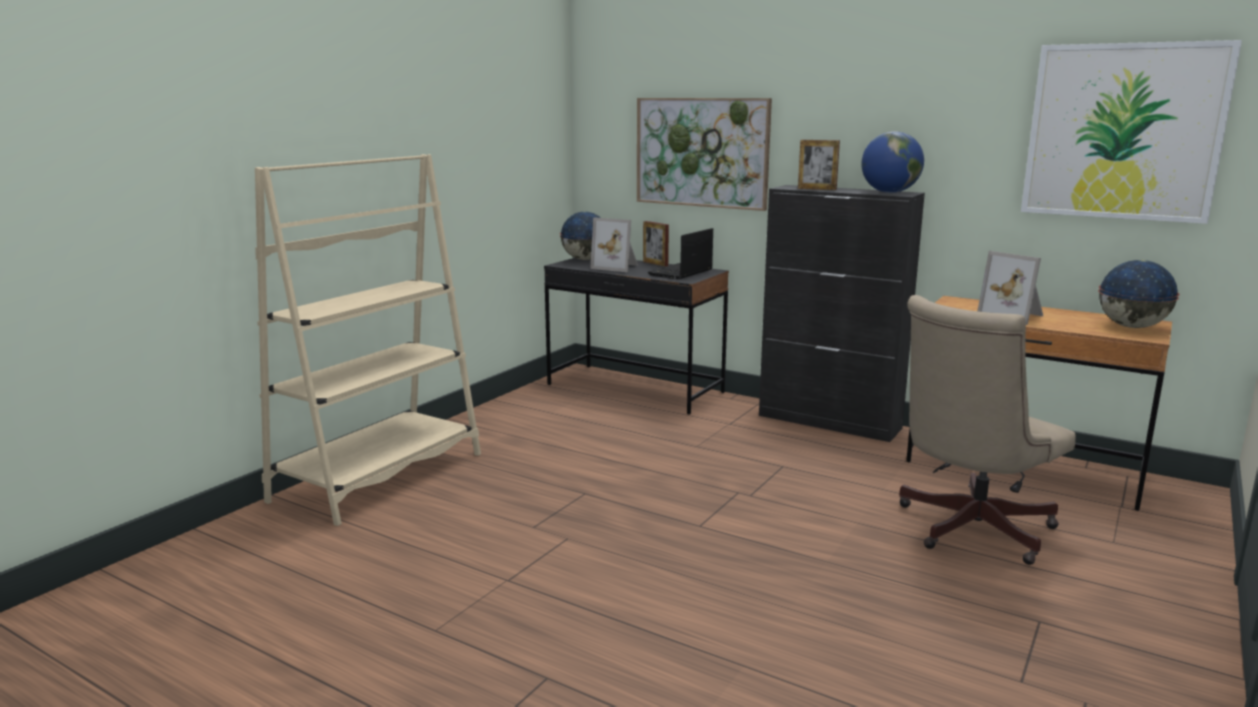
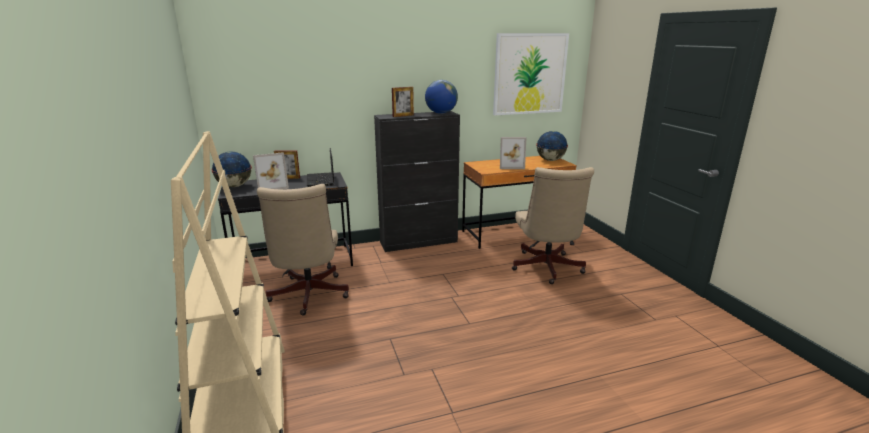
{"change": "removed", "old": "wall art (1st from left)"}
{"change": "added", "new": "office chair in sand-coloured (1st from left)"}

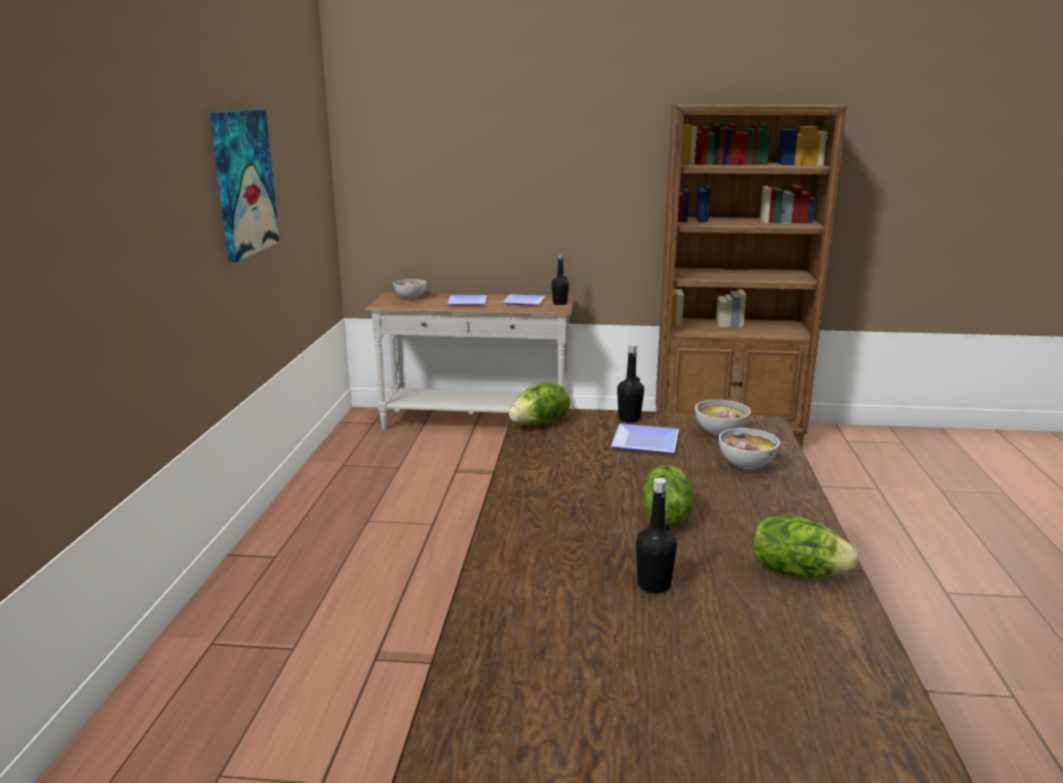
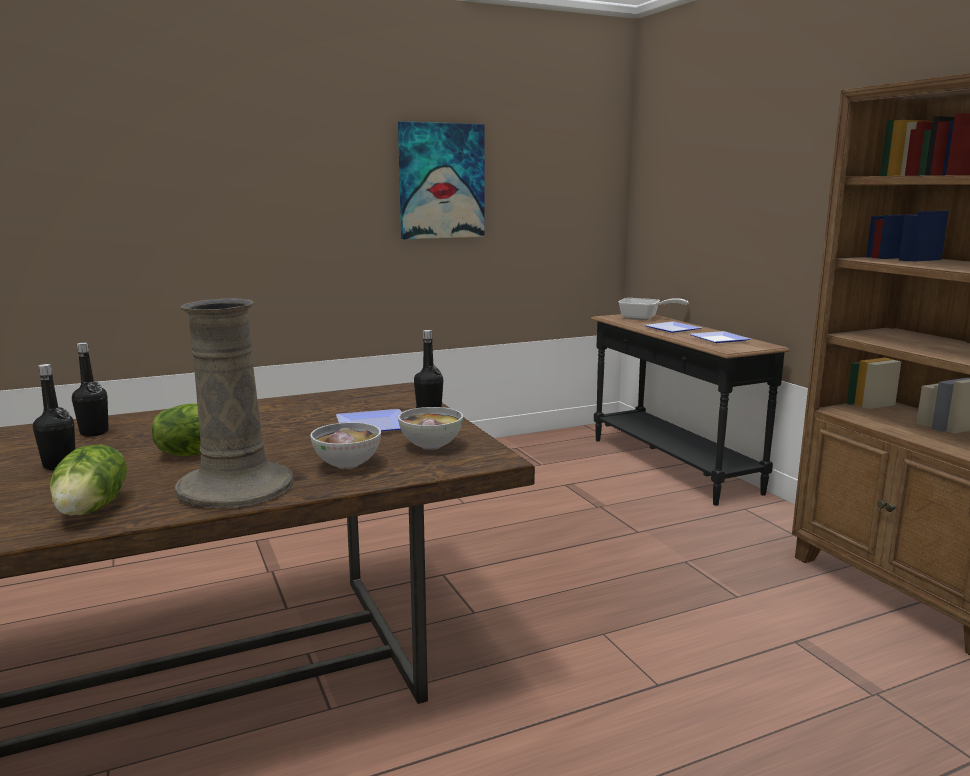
{"change": "recoloured", "old": "console table in white-coloured", "new": "console table in blackish"}
{"change": "replaced", "old": "bowl (1st from left)", "new": "frying pan"}
{"change": "removed", "old": "head of lettuce (1st from left)"}
{"change": "moved", "old": "drink bottle in blackish (1st from left in the first image)", "new": "drink bottle in blackish (2nd from left)"}
{"change": "added", "new": "vase in sand-coloured"}

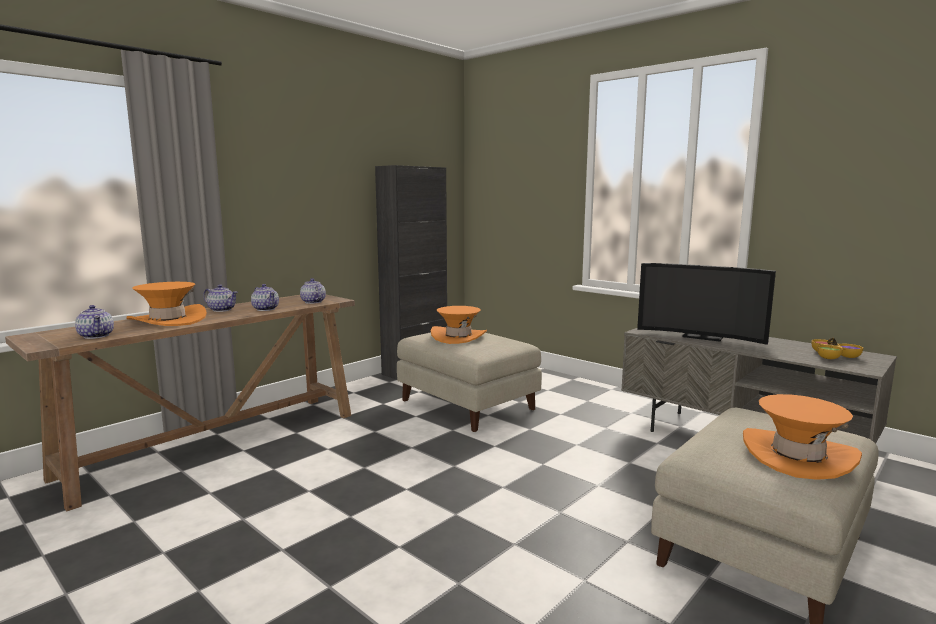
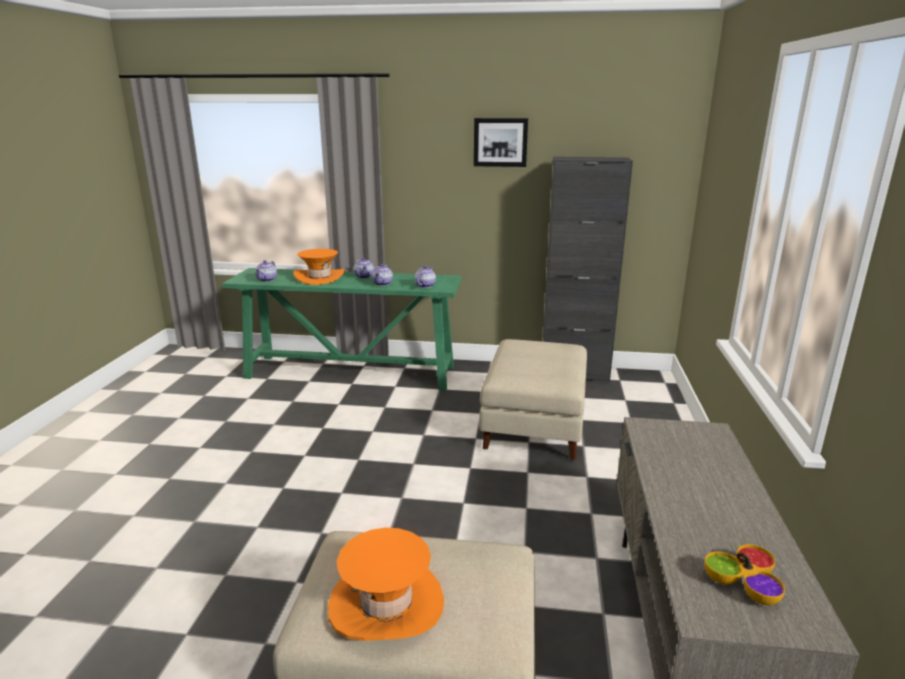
{"change": "recoloured", "old": "console table in brown", "new": "console table in greenish"}
{"change": "removed", "old": "clothing hat in orange (2nd from left)"}
{"change": "removed", "old": "TV set"}
{"change": "added", "new": "wall art"}

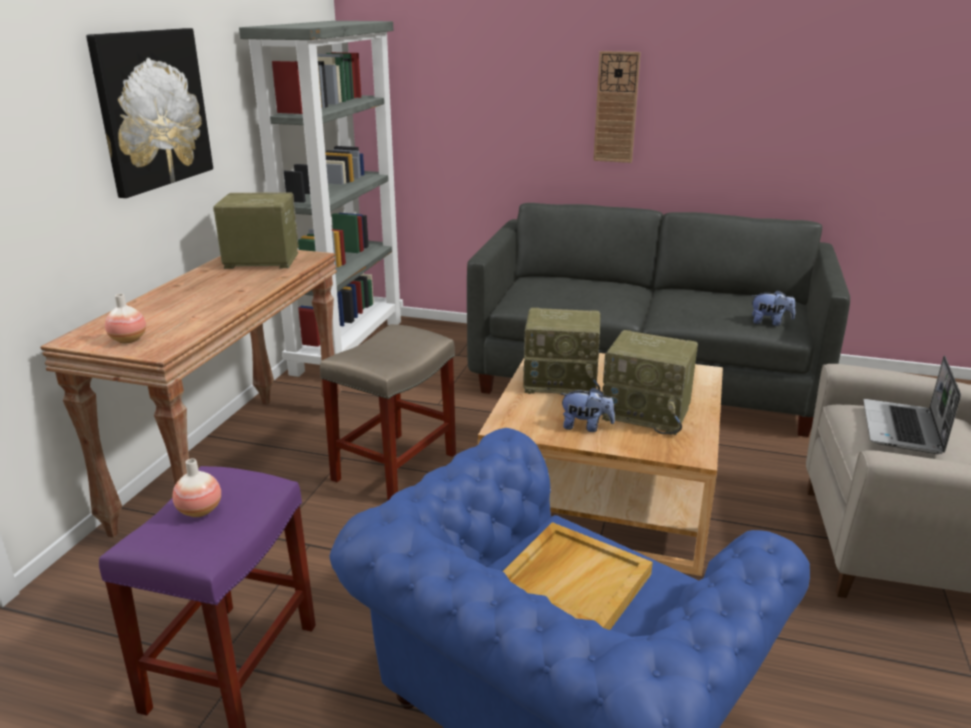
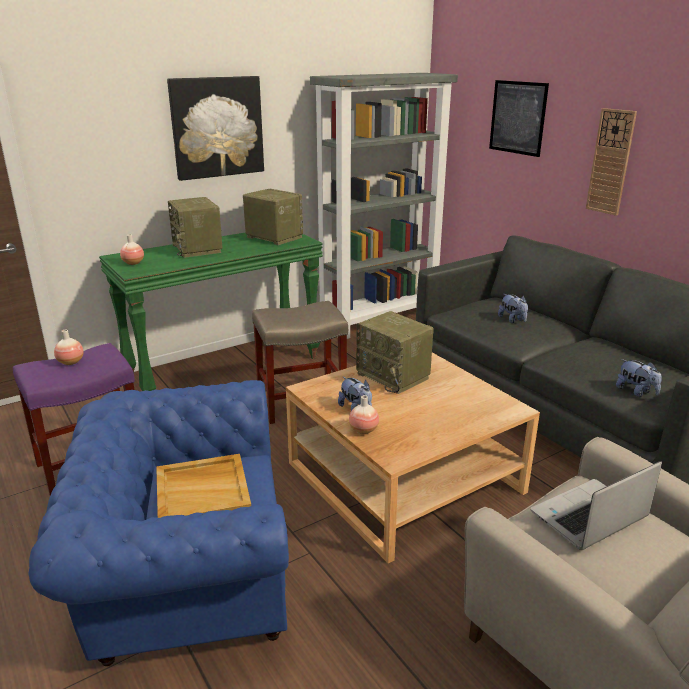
{"change": "recoloured", "old": "console table in brown", "new": "console table in greenish"}
{"change": "moved", "old": "radio receiver (3rd from left in the first image)", "new": "radio receiver (1st from left)"}
{"change": "added", "new": "vase (3rd from left)"}
{"change": "added", "new": "wall art (2nd from left)"}
{"change": "added", "new": "plush toy (2nd from left)"}

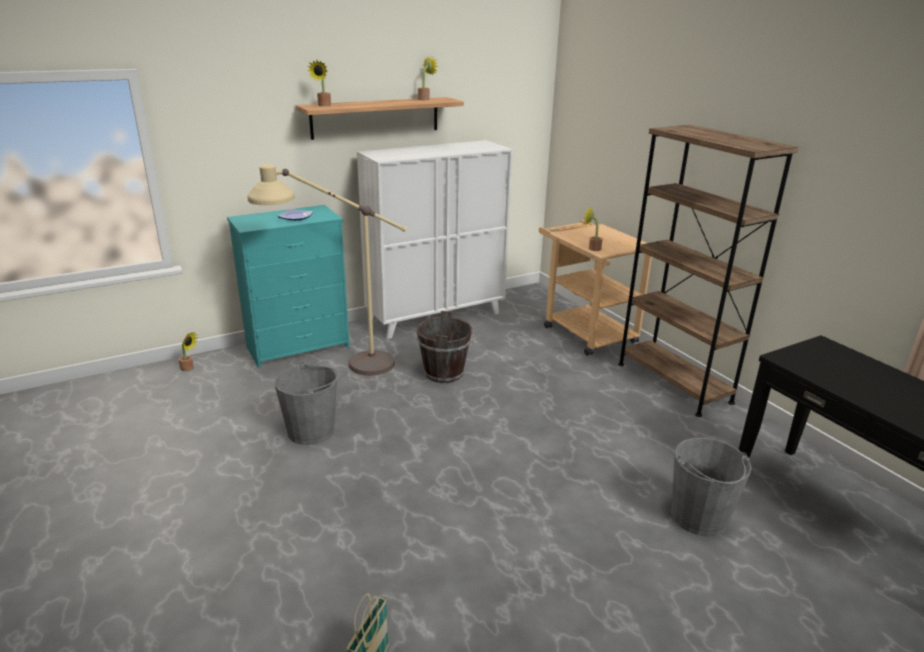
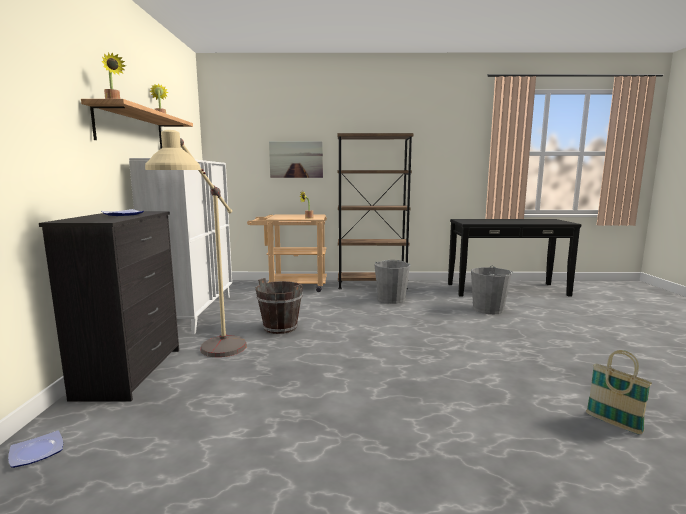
{"change": "replaced", "old": "plant in a pot (1st from left)", "new": "dinner plate (1st from left)"}
{"change": "recoloured", "old": "dresser in blue-green", "new": "dresser in blackish"}
{"change": "moved", "old": "pail in gray (1st from left)"}
{"change": "added", "new": "wall art"}

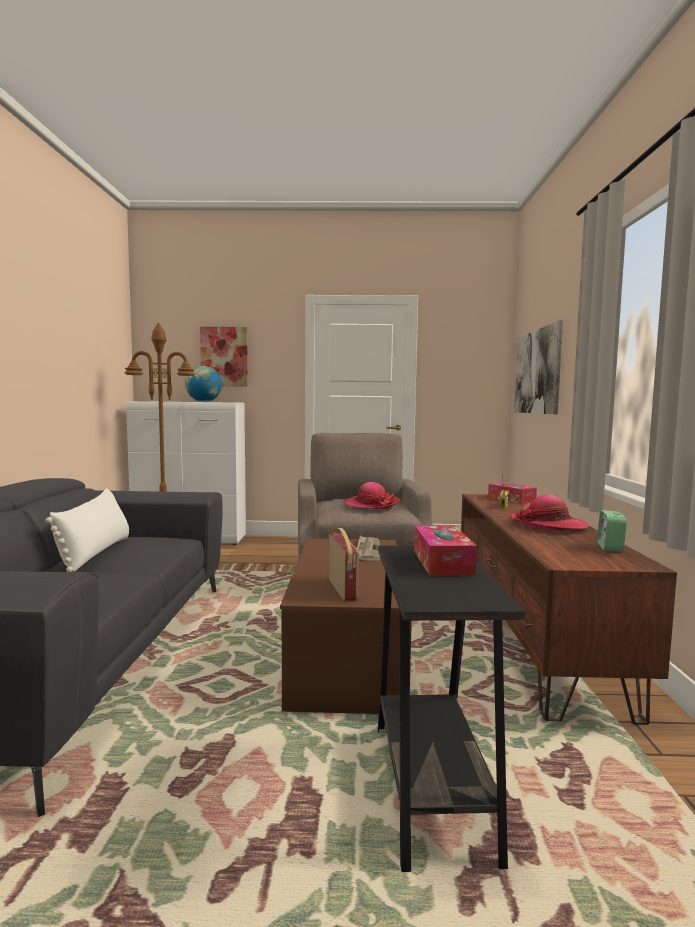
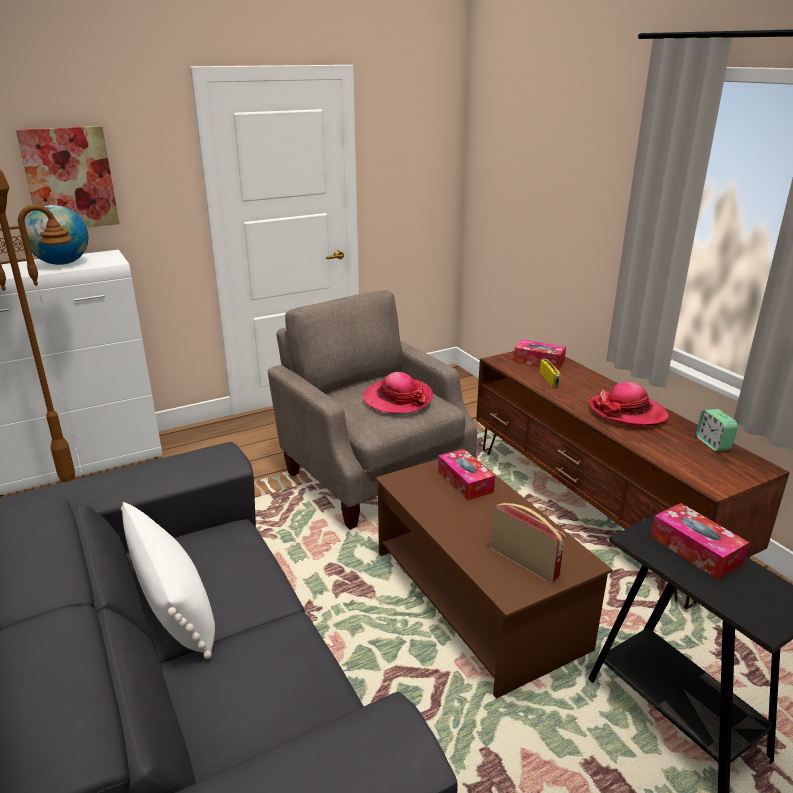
{"change": "replaced", "old": "printed paper", "new": "tissue holder (1st from left)"}
{"change": "removed", "old": "wall art (2nd from left)"}

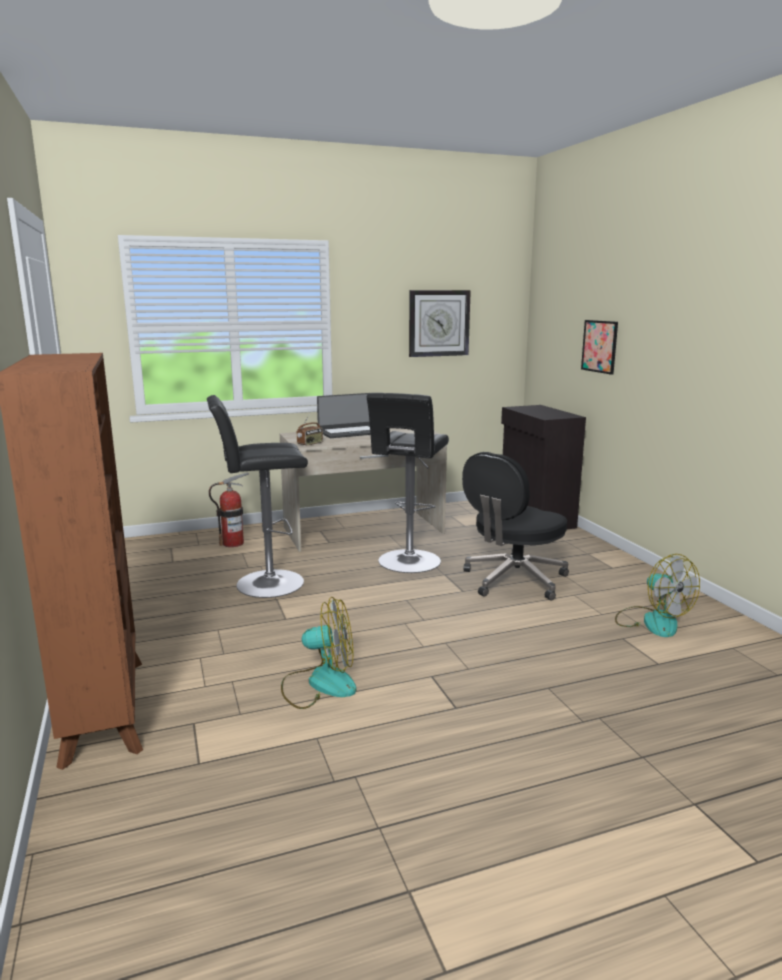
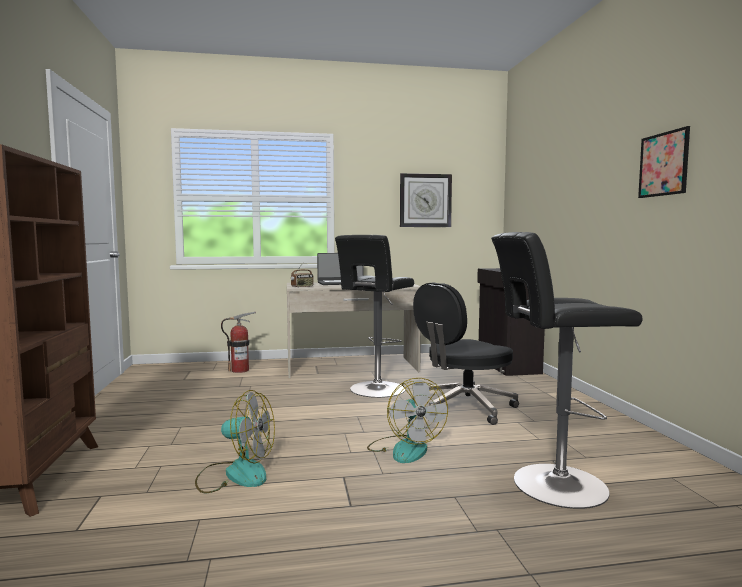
{"change": "moved", "old": "stool seat in blackish (1st from left in the first image)", "new": "stool seat in blackish (2nd from left)"}
{"change": "moved", "old": "wall art"}
{"change": "moved", "old": "fan (2nd from left)"}

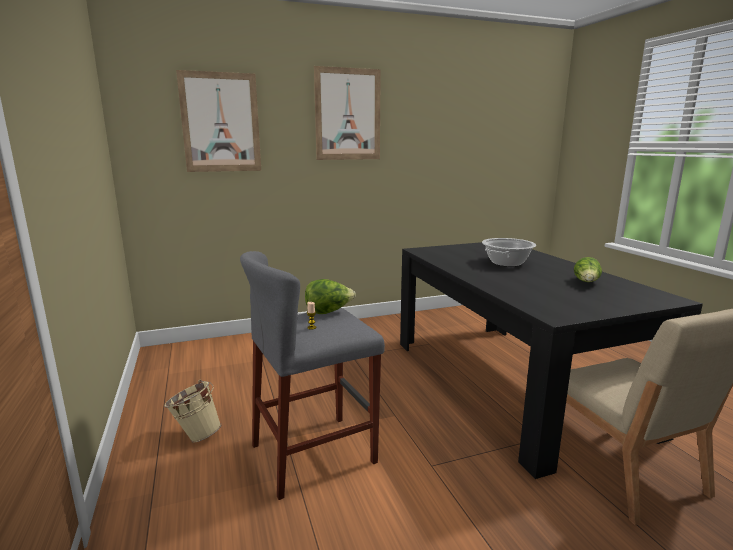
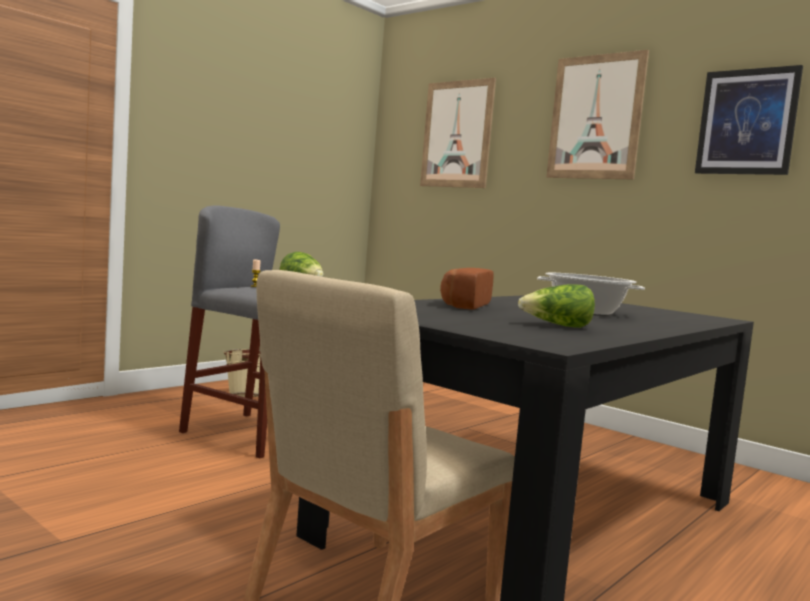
{"change": "added", "new": "baked bread"}
{"change": "added", "new": "wall art (3rd from left)"}

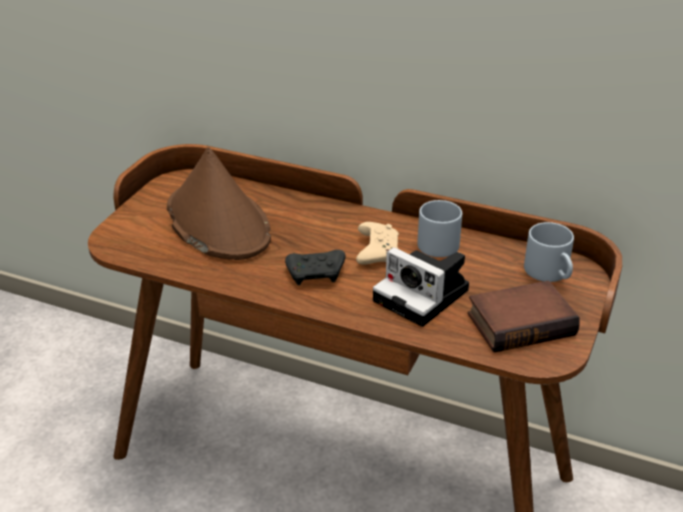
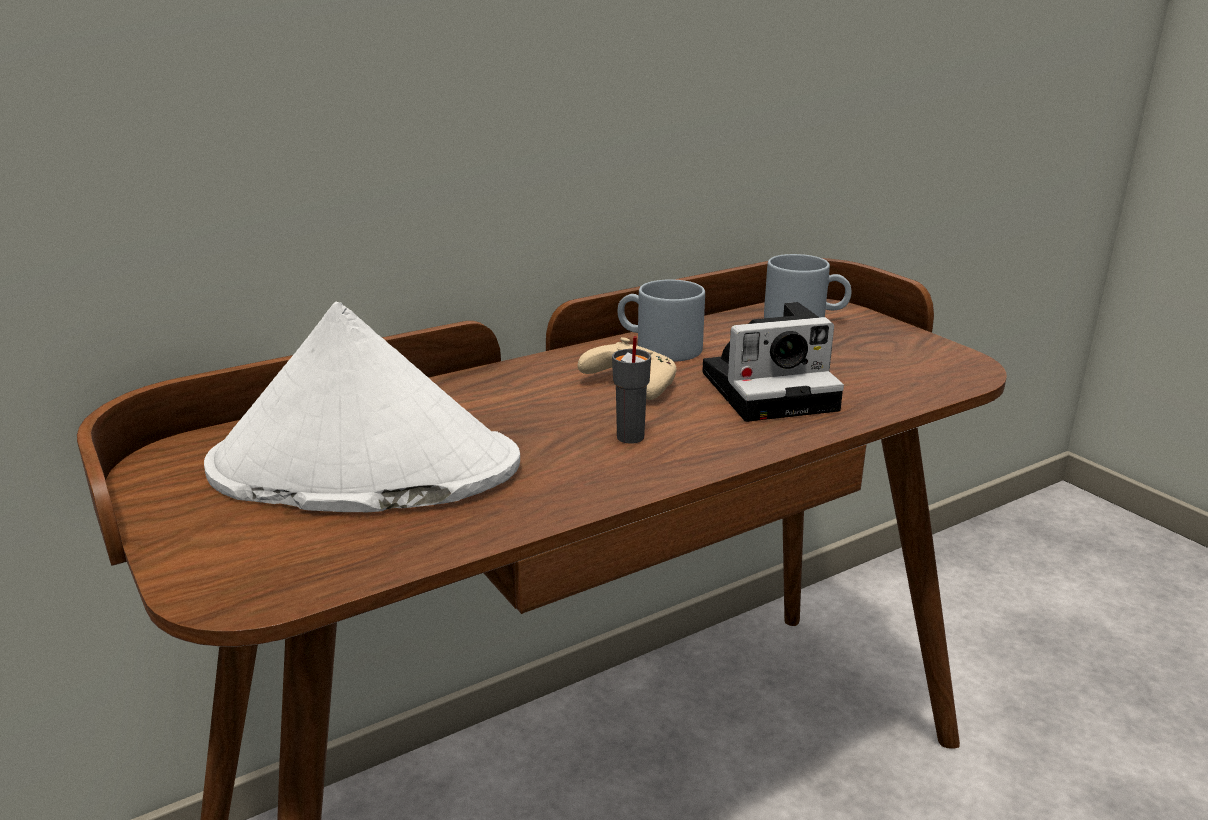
{"change": "recoloured", "old": "clothing hat in brown", "new": "clothing hat in white-coloured"}
{"change": "replaced", "old": "game controller in blackish", "new": "cup in gray"}
{"change": "removed", "old": "book"}

